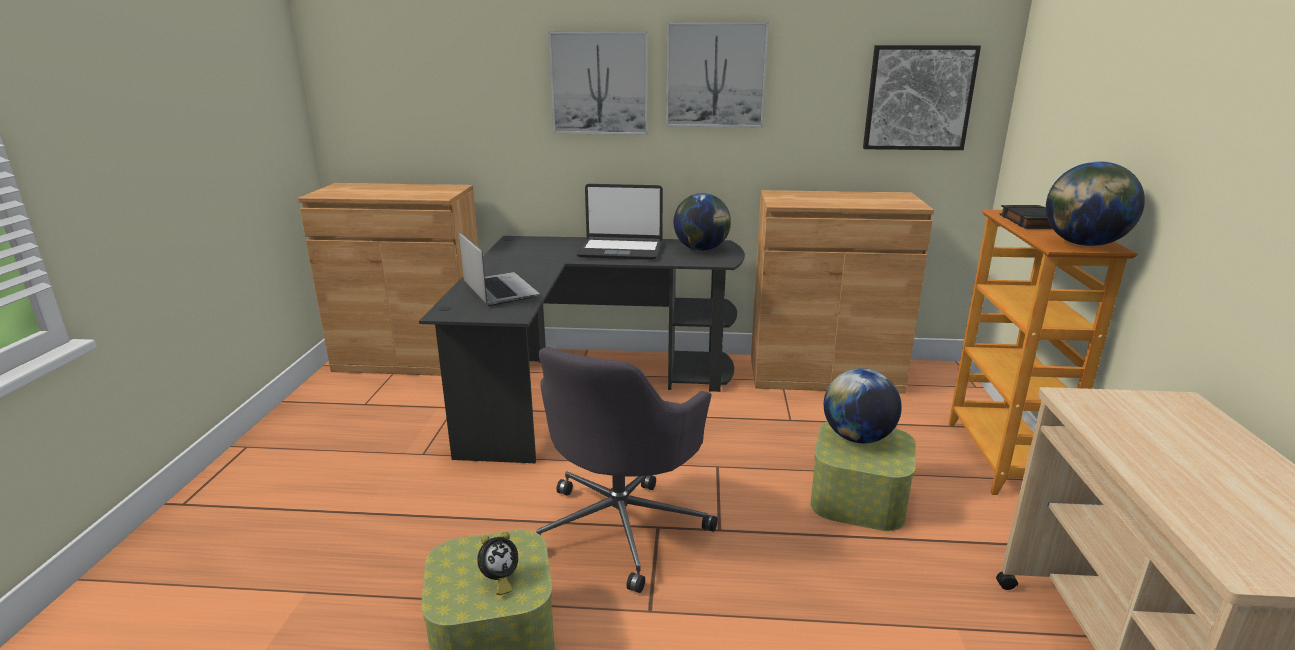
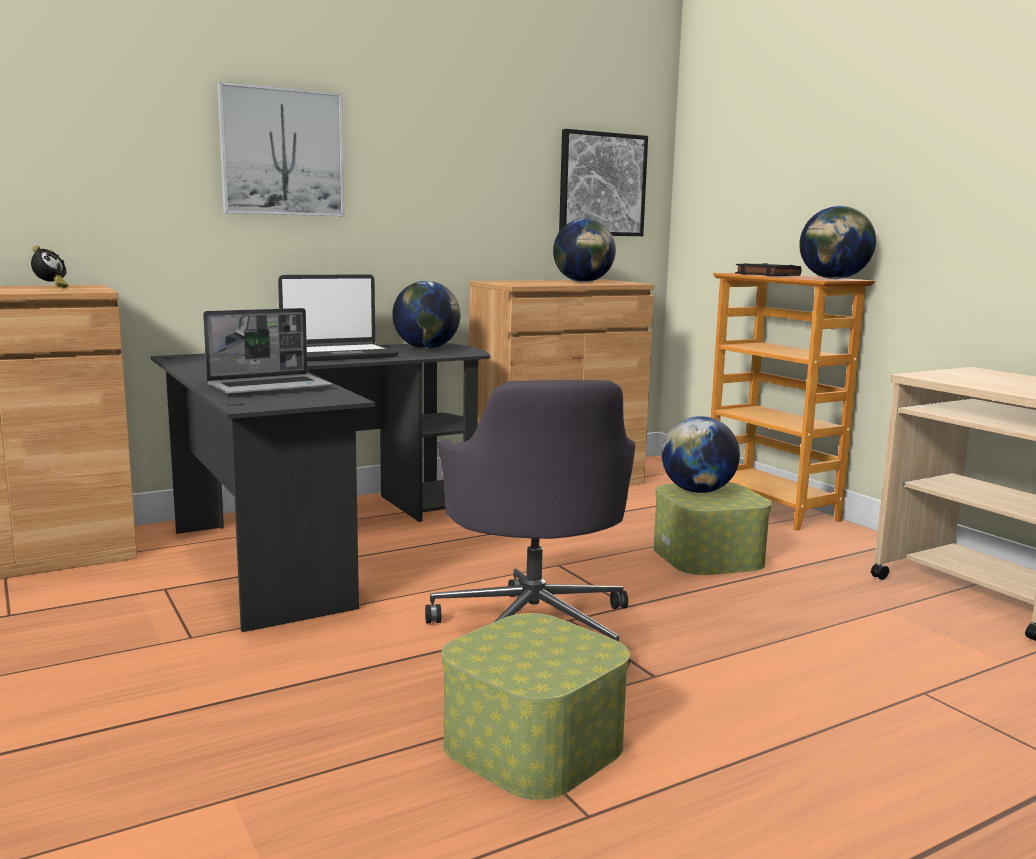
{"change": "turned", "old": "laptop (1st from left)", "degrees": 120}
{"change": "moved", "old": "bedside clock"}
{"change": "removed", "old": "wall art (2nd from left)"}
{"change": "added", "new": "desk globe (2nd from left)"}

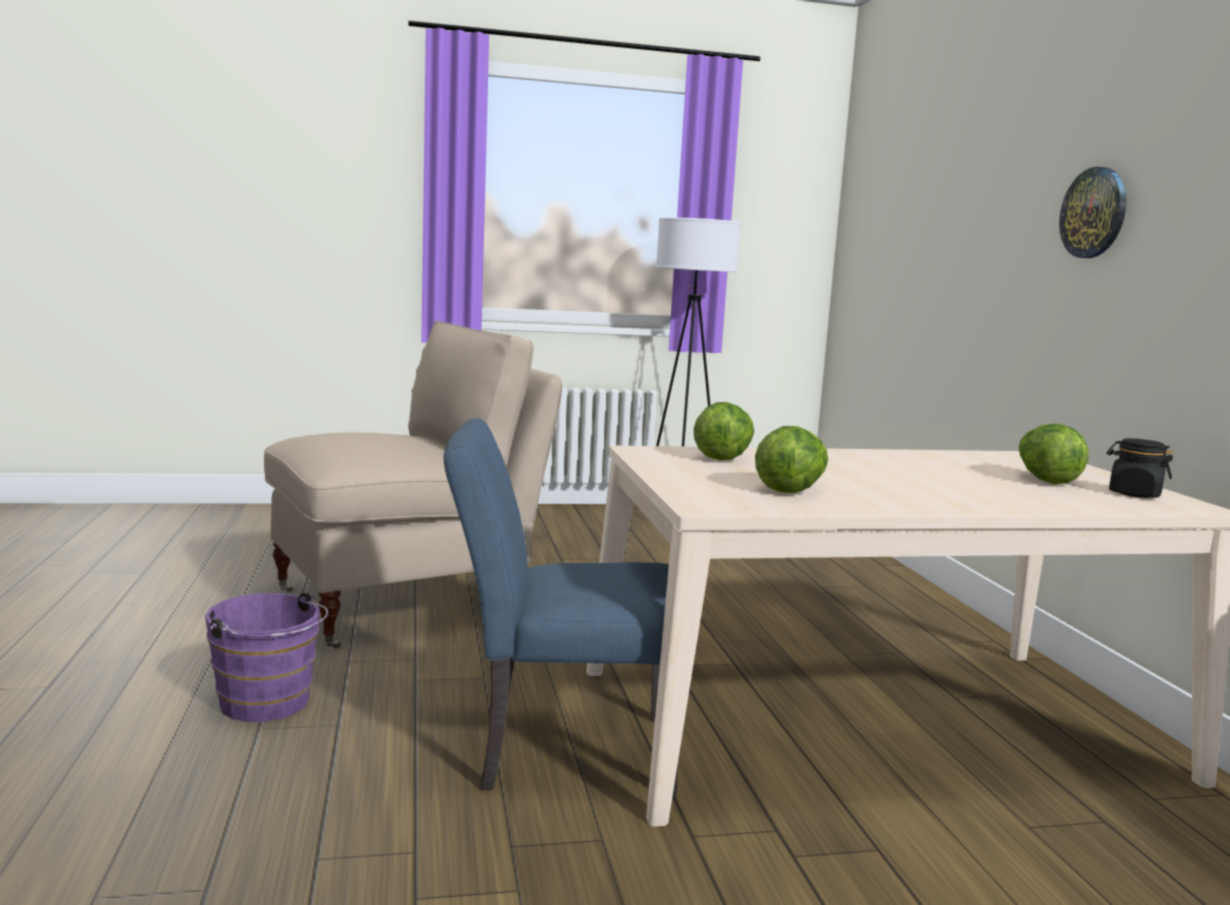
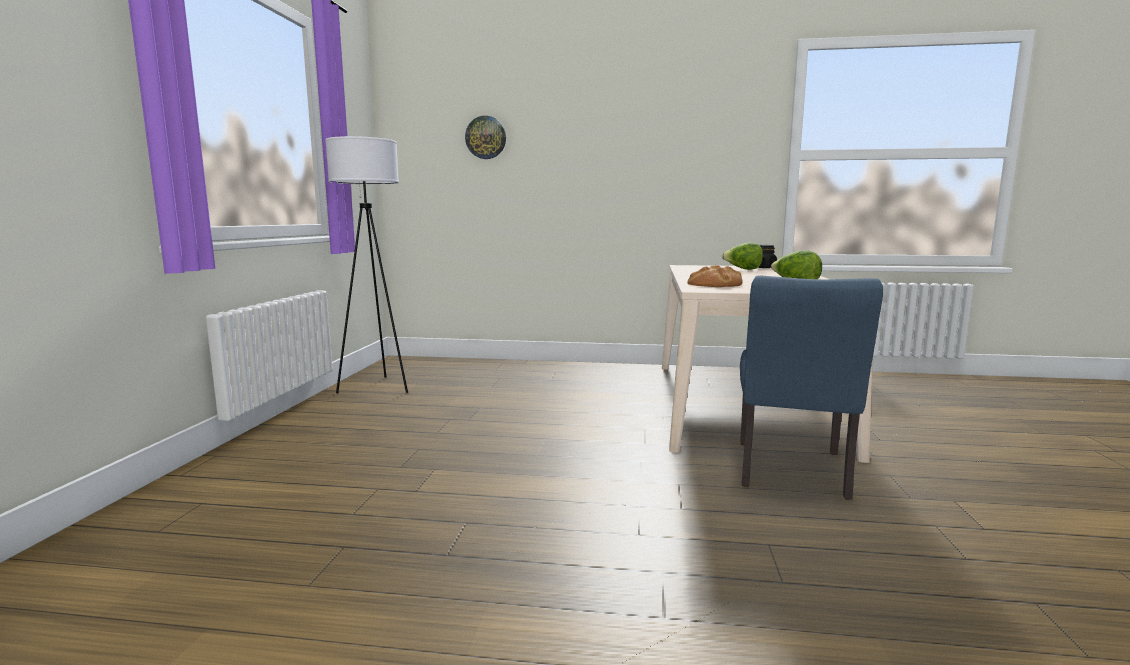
{"change": "removed", "old": "pail in purple-coloured"}
{"change": "removed", "old": "upright chair in sand-coloured"}
{"change": "replaced", "old": "head of lettuce (1st from left)", "new": "baked bread"}
{"change": "moved", "old": "wall clock"}

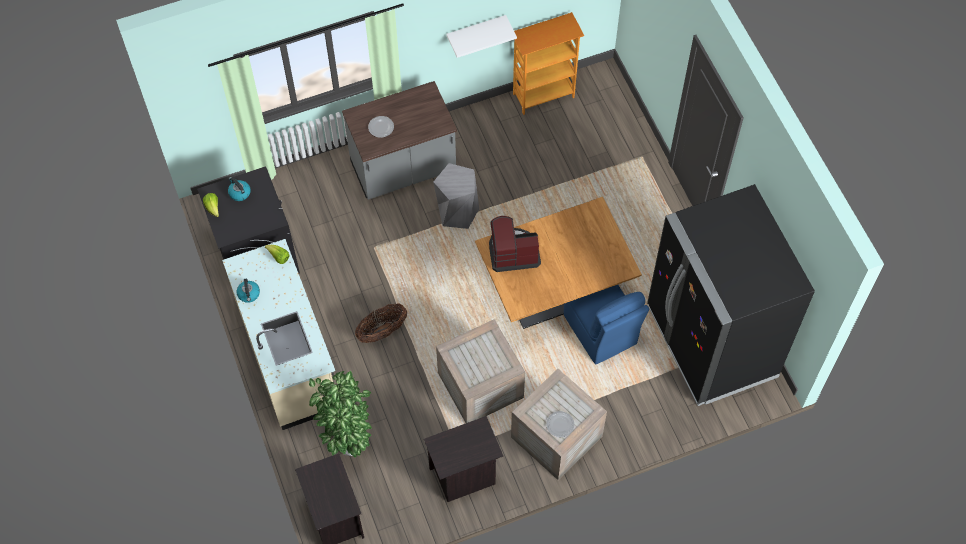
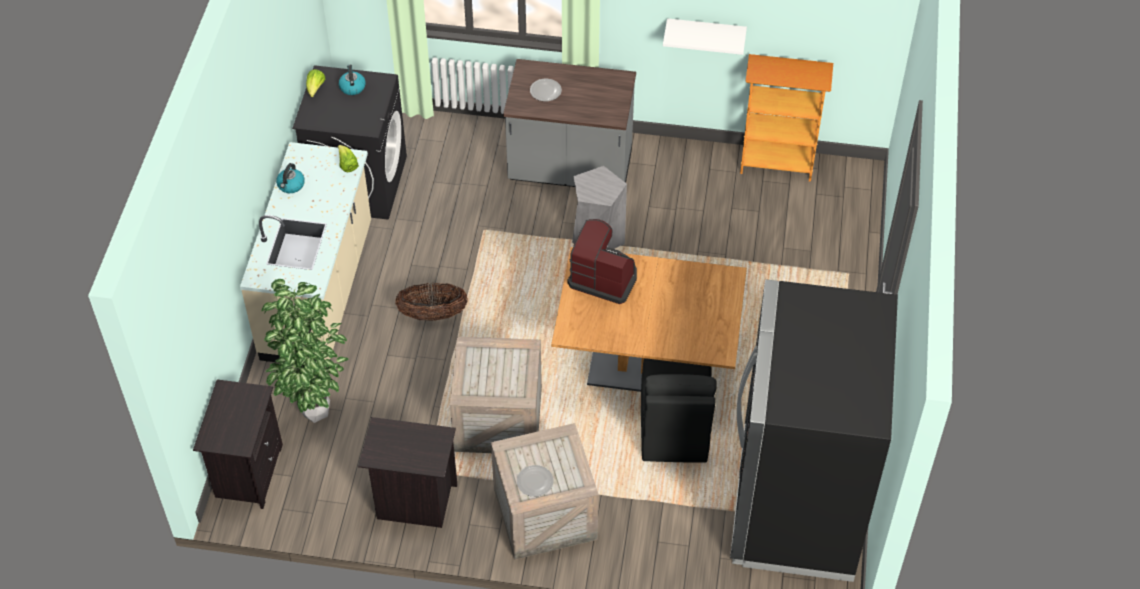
{"change": "recoloured", "old": "upright chair in blue-coloured", "new": "upright chair in blackish"}

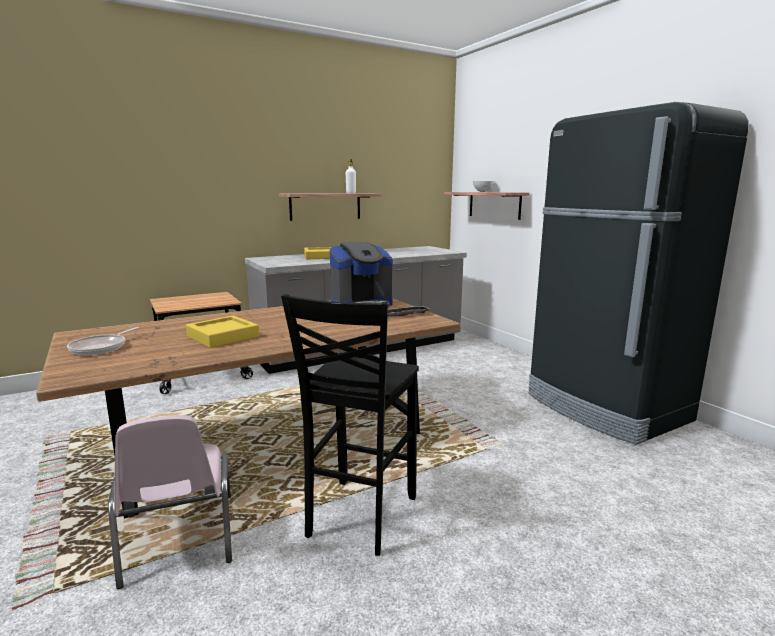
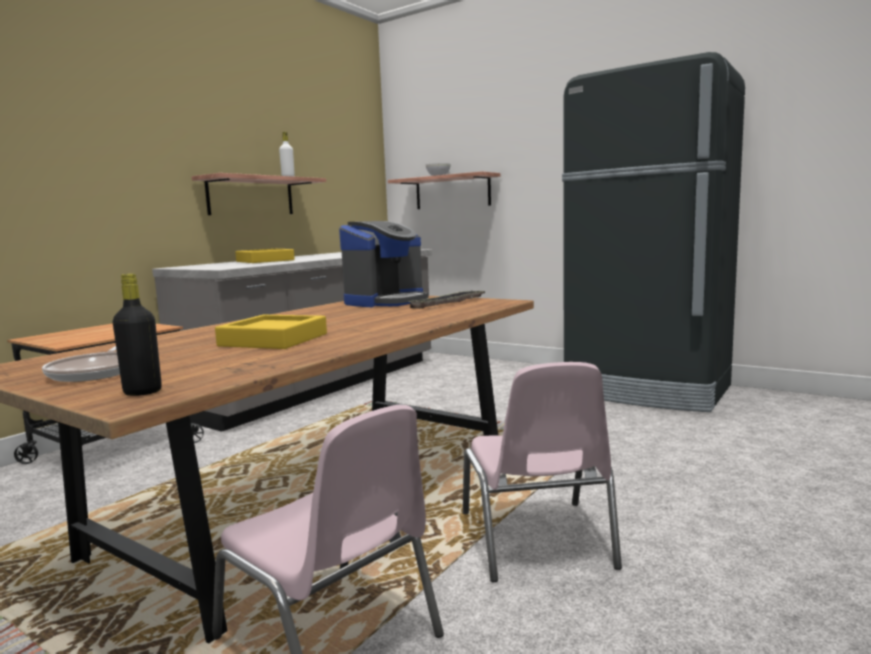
{"change": "replaced", "old": "stool seat in blackish", "new": "upright chair in pink-coloured (2nd from left)"}
{"change": "added", "new": "drink bottle in blackish"}

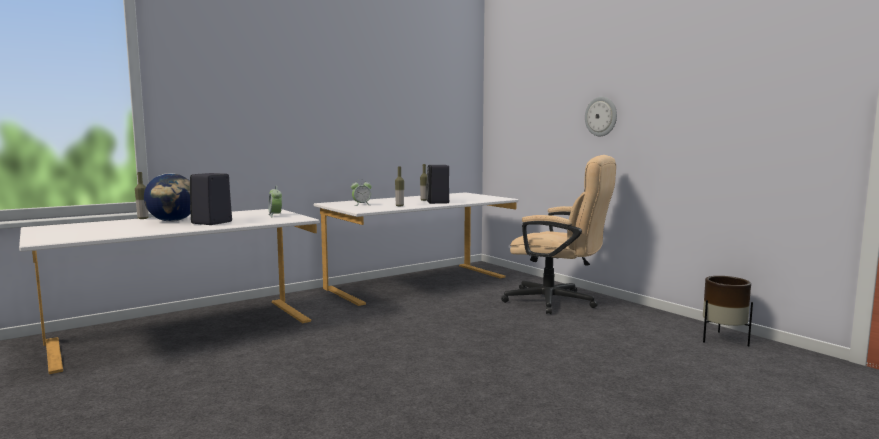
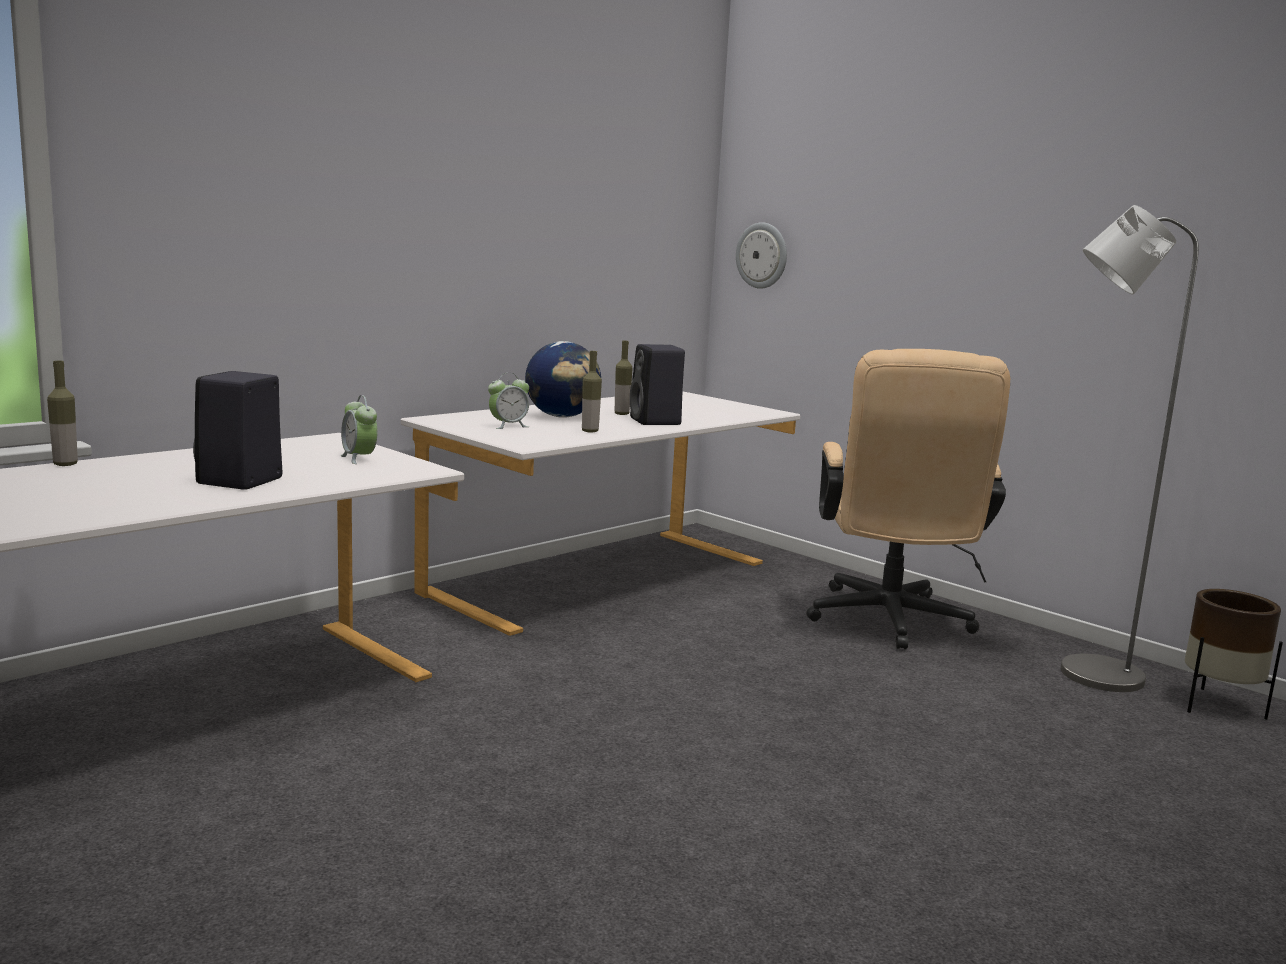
{"change": "moved", "old": "desk globe"}
{"change": "turned", "old": "office chair in sand-coloured", "degrees": 75}
{"change": "moved", "old": "wall clock"}
{"change": "added", "new": "floor lamp in gray"}

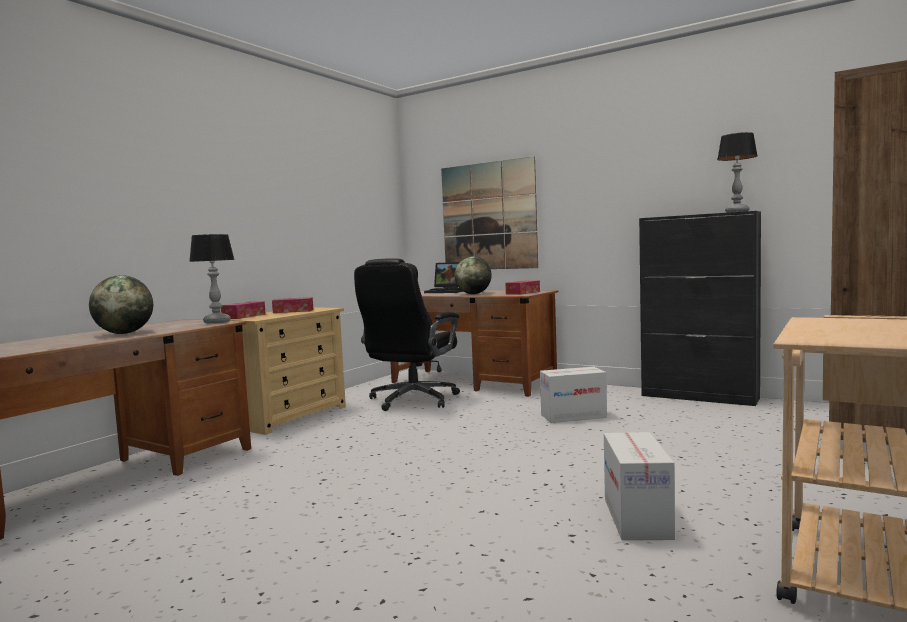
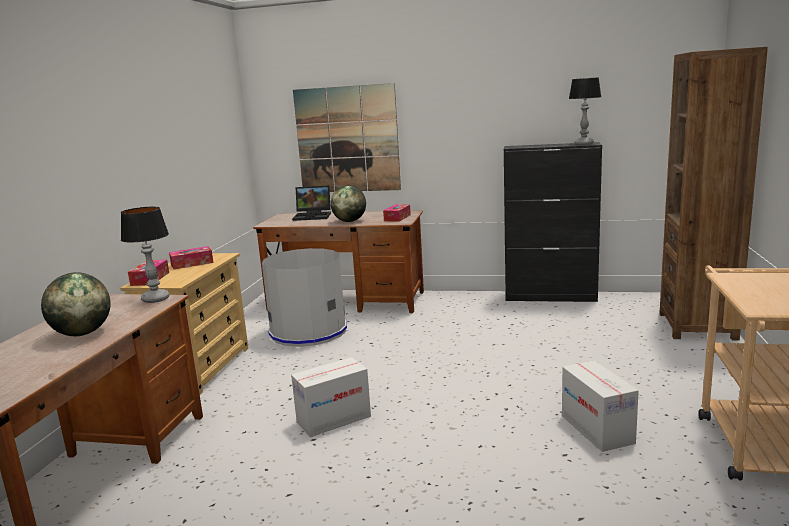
{"change": "replaced", "old": "office chair in blackish", "new": "waste bin in gray"}
{"change": "moved", "old": "packing box (1st from left)"}

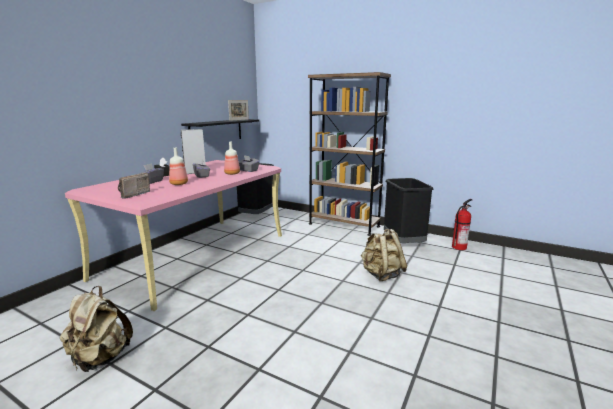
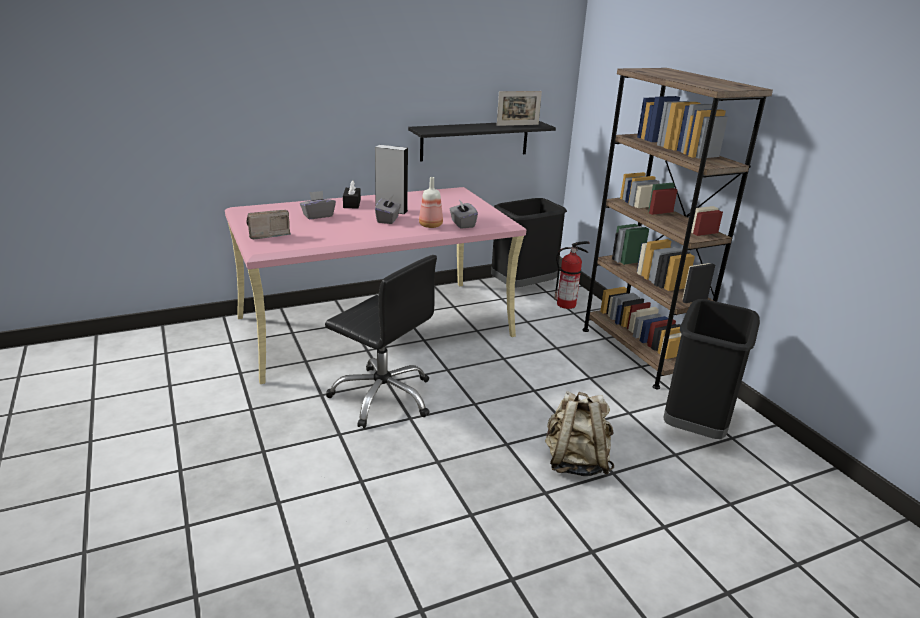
{"change": "removed", "old": "knapsack in sand-coloured (1st from left)"}
{"change": "removed", "old": "drink bottle (1st from left)"}
{"change": "moved", "old": "fire-fighting cylinder"}
{"change": "added", "new": "office chair in blackish"}

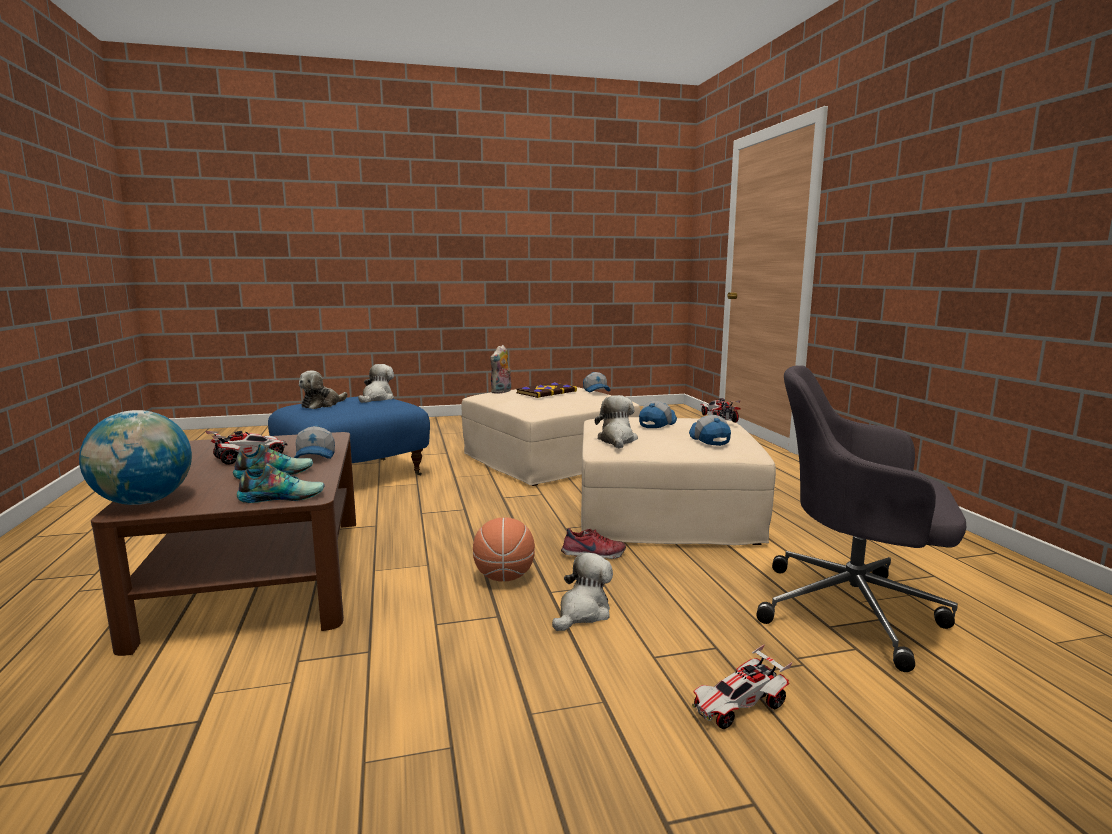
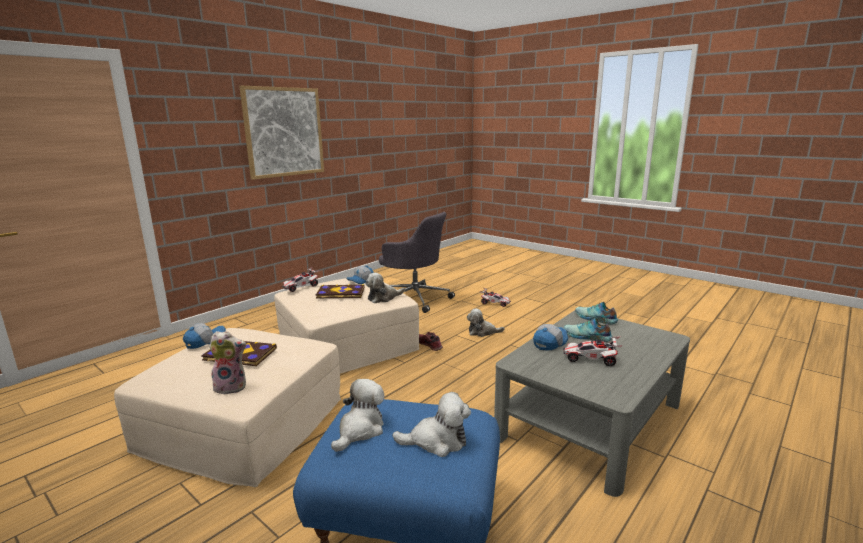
{"change": "removed", "old": "desk globe"}
{"change": "recoloured", "old": "coffee table in brown", "new": "coffee table in gray"}
{"change": "turned", "old": "plush toy (2nd from left)", "degrees": 135}
{"change": "removed", "old": "basketball ball"}
{"change": "replaced", "old": "baseball cap (3rd from left)", "new": "book (2nd from left)"}
{"change": "turned", "old": "office chair in gray", "degrees": -45}
{"change": "added", "new": "wall art"}

